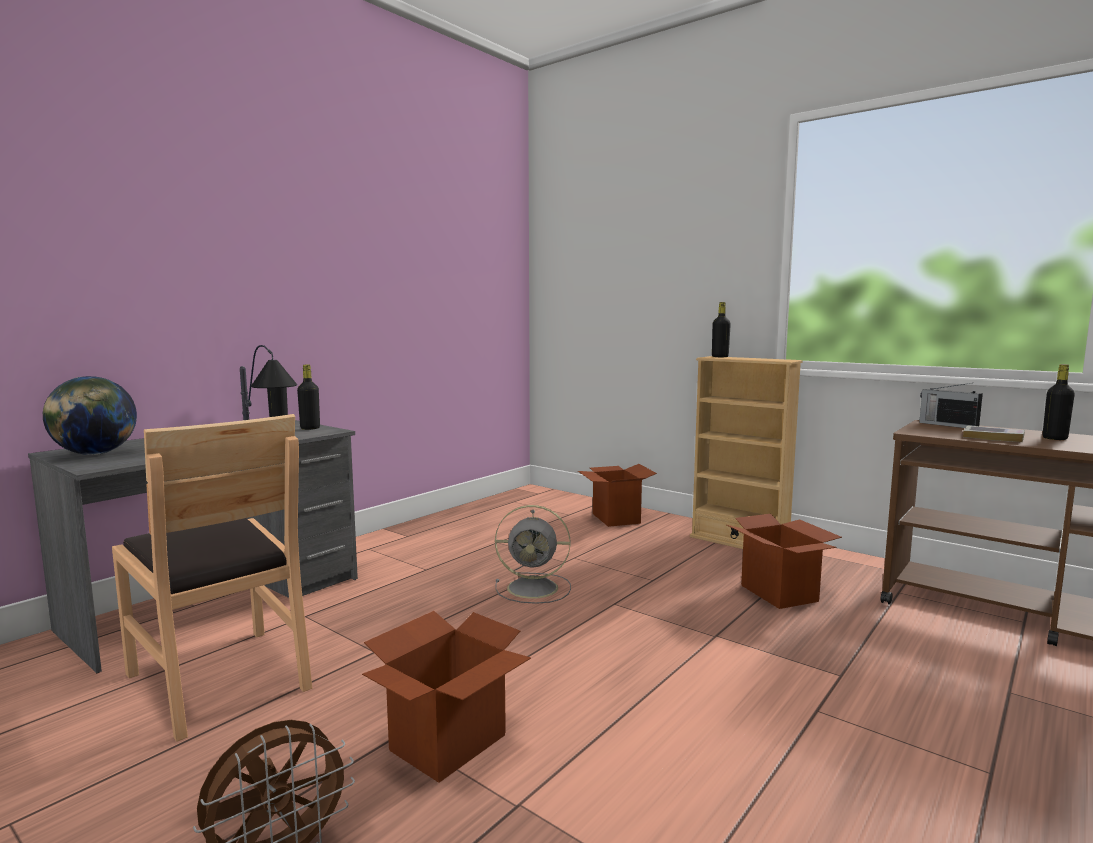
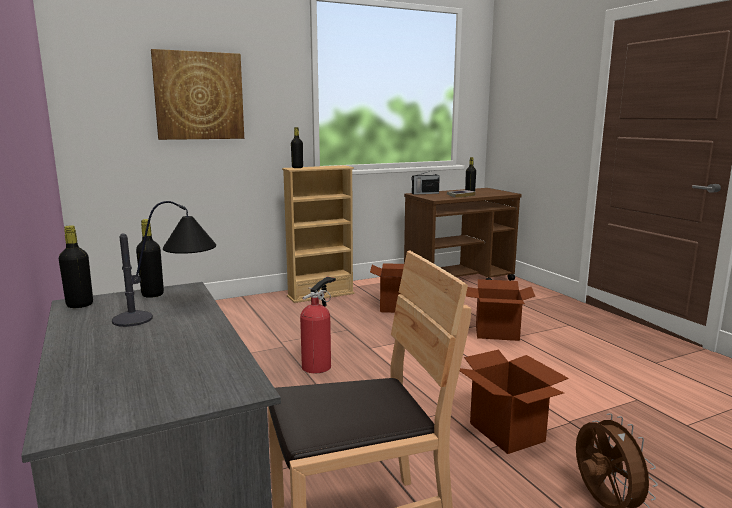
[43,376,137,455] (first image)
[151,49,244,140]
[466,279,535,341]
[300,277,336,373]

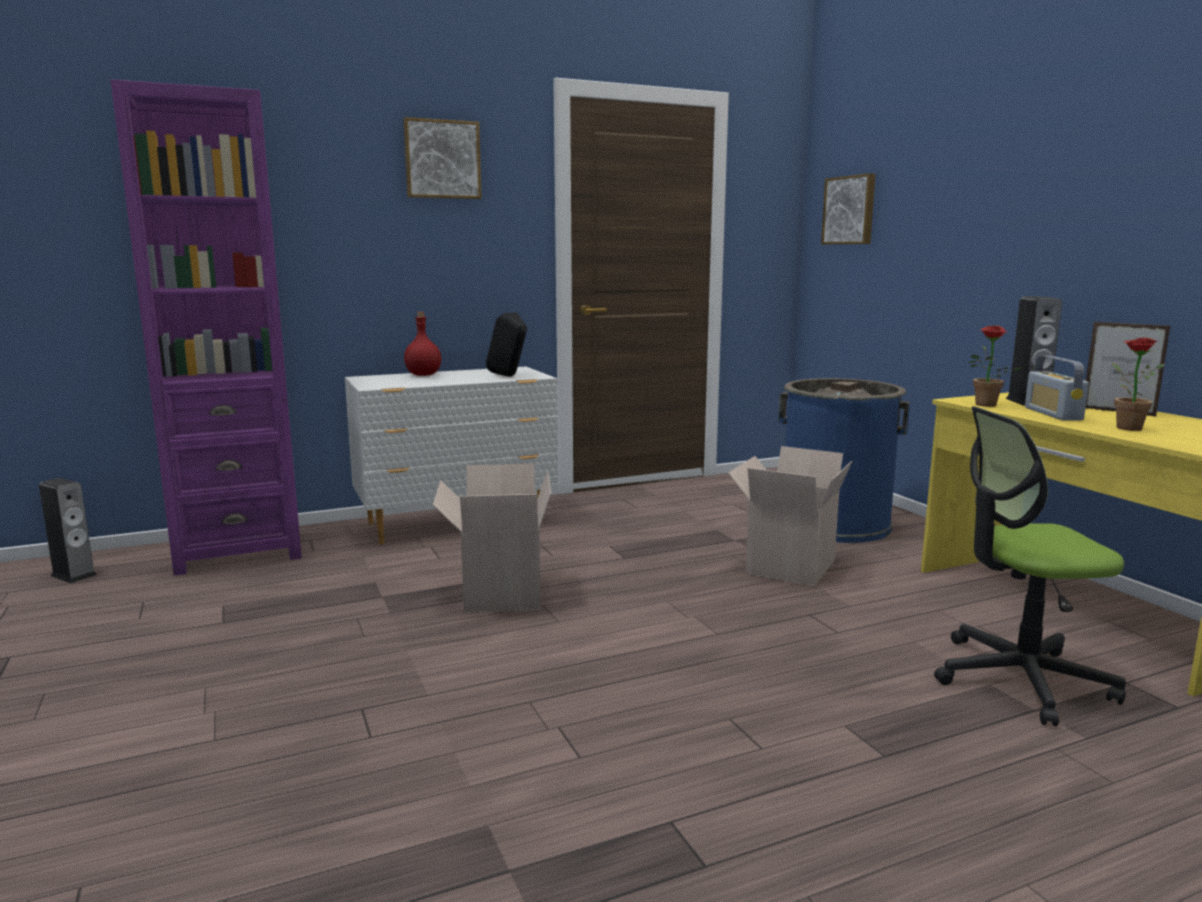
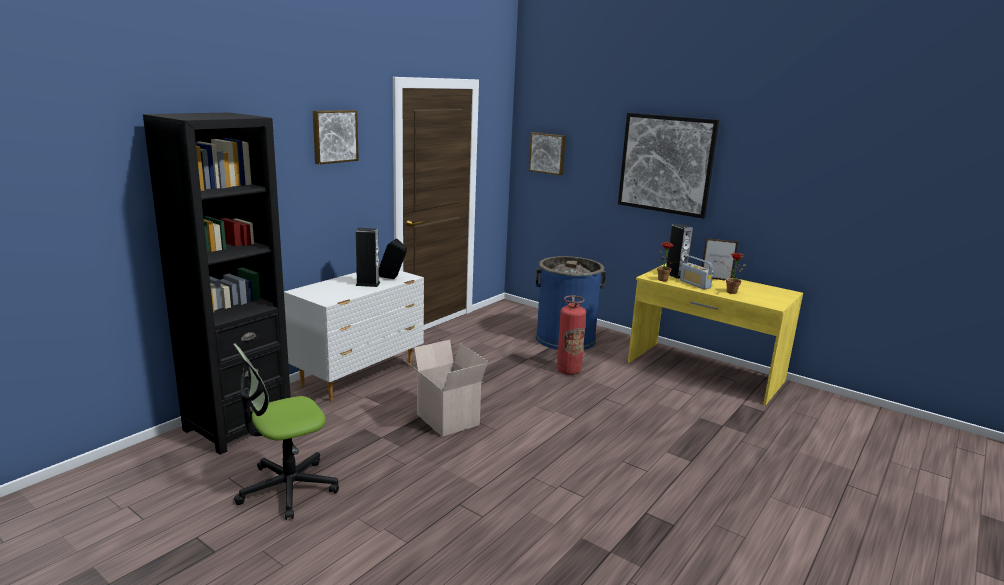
[404,312,441,376] (first image)
[618,113,719,219]
[355,228,381,287]
[233,343,339,520]
[557,295,586,375]
[143,112,291,455]

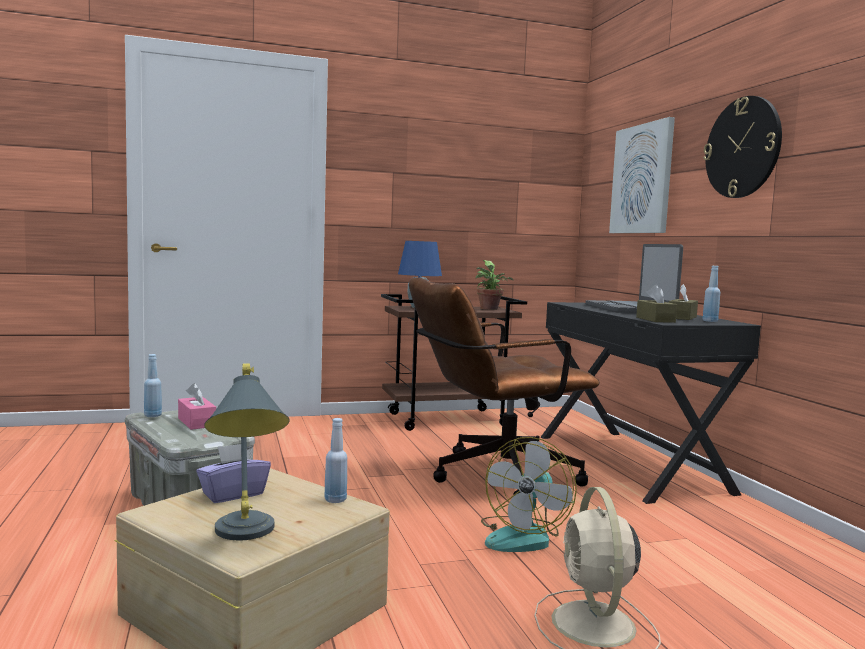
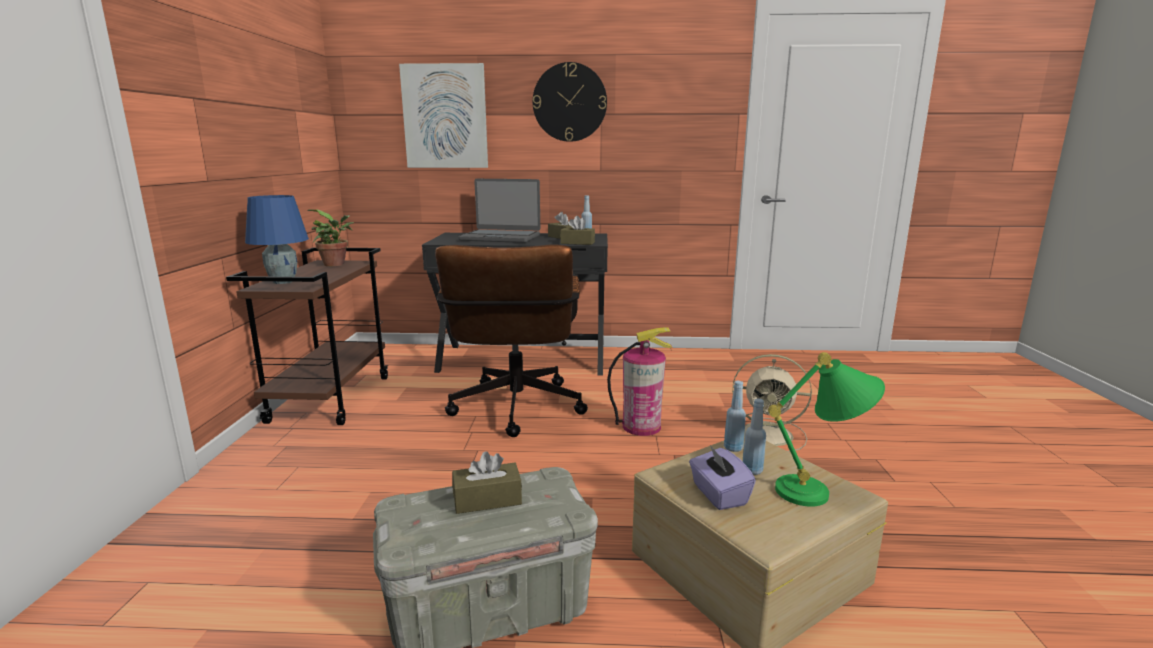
[743,399,766,475]
[607,327,673,436]
[452,451,522,514]
[768,352,885,507]

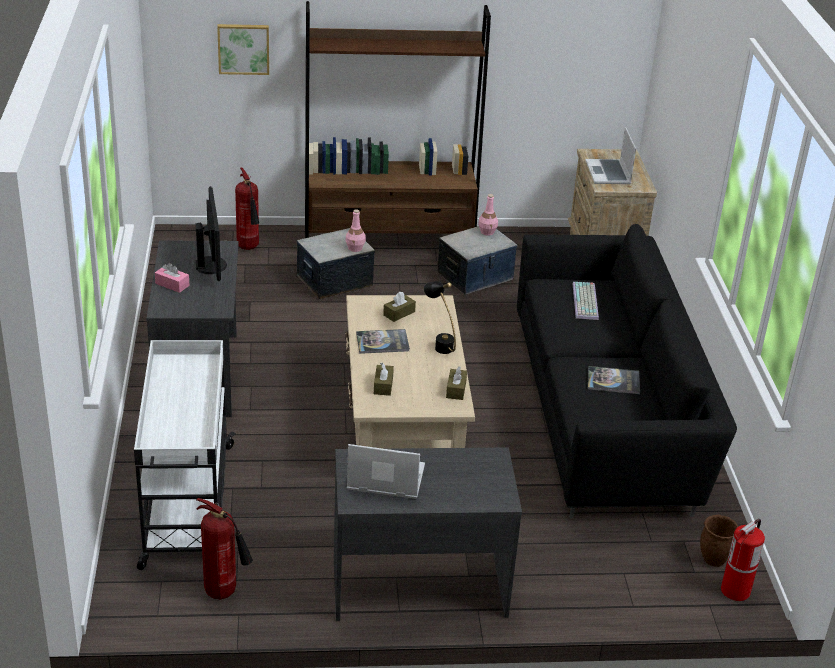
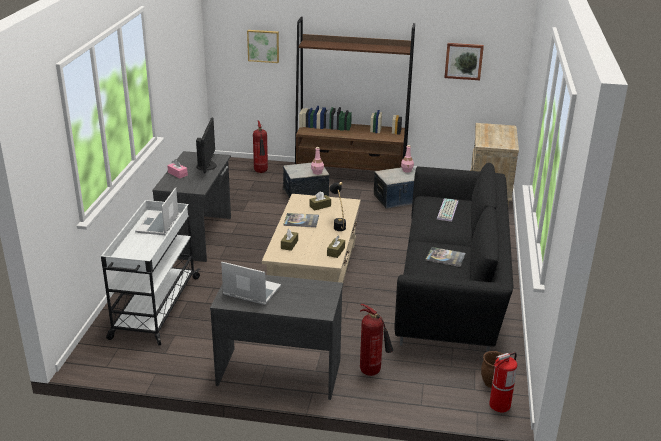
[444,43,484,80]
[360,304,393,376]
[135,187,179,235]

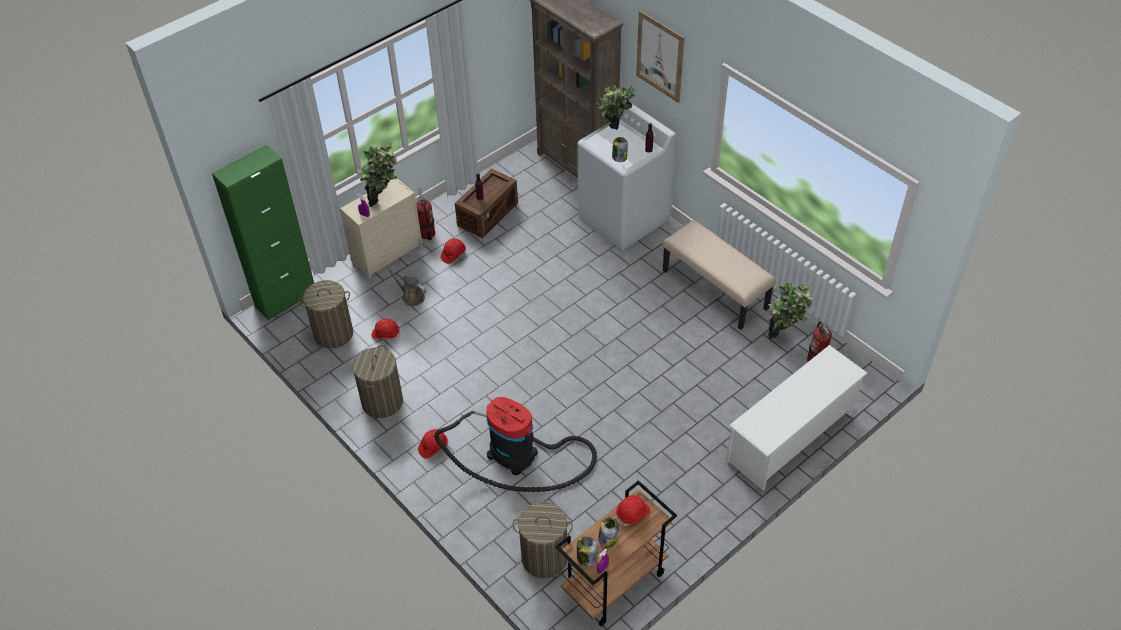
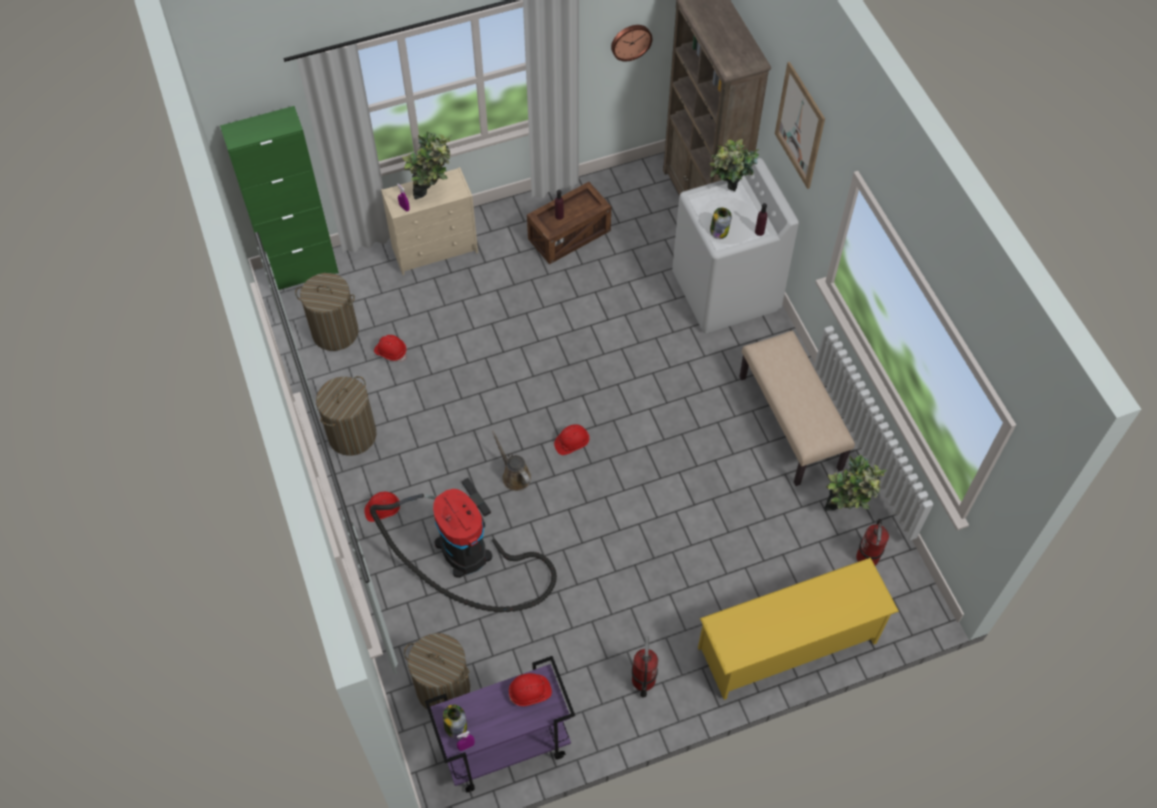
[598,517,619,547] (first image)
[611,25,652,61]
[491,431,531,491]
[632,636,658,698]
[554,424,590,455]
[425,656,575,793]
[698,558,899,700]

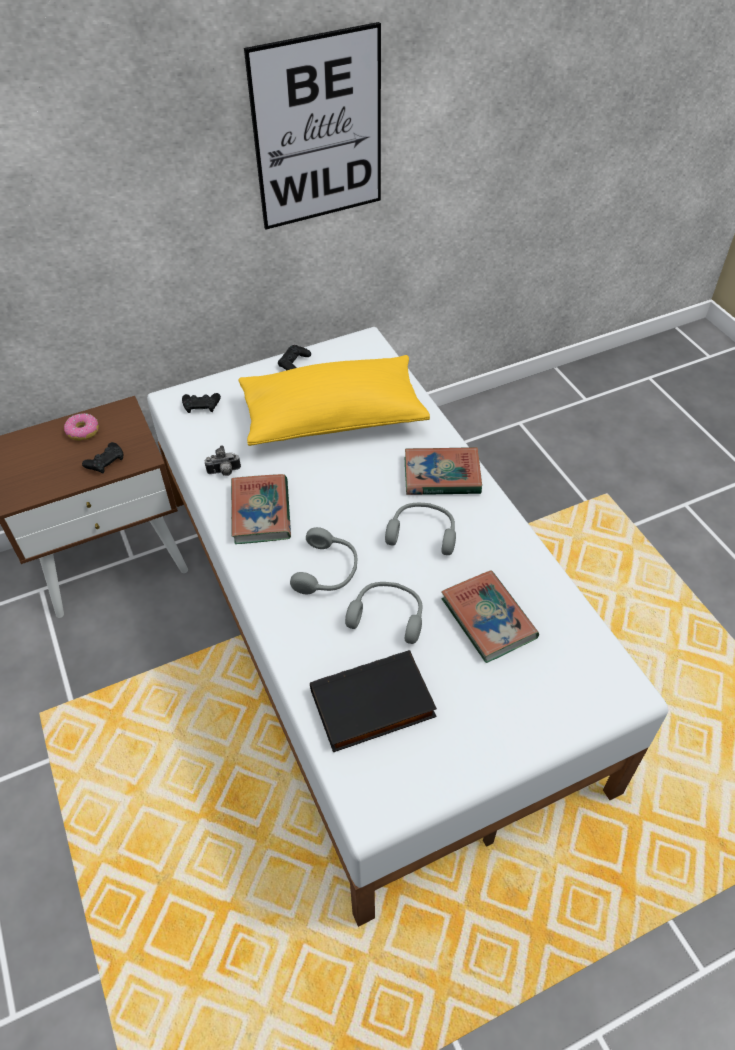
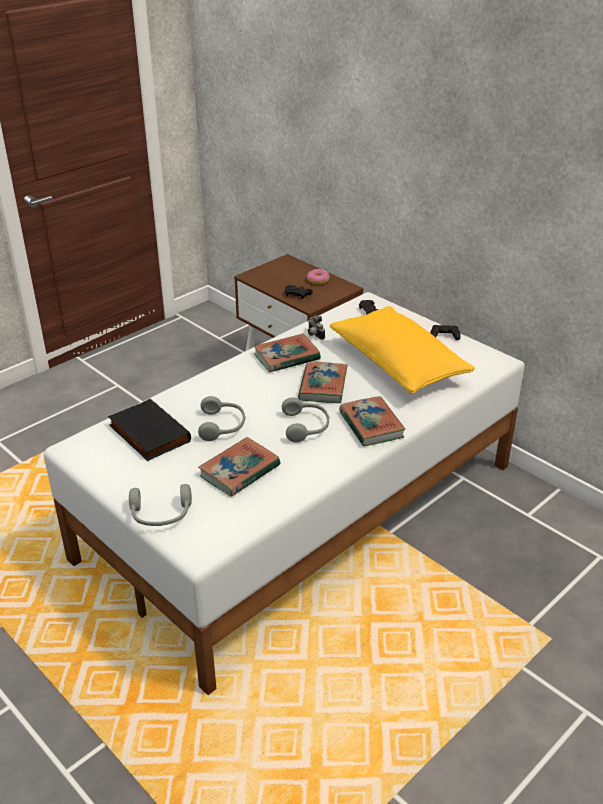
[244,22,381,229] (first image)
[298,362,348,403]
[129,484,192,526]

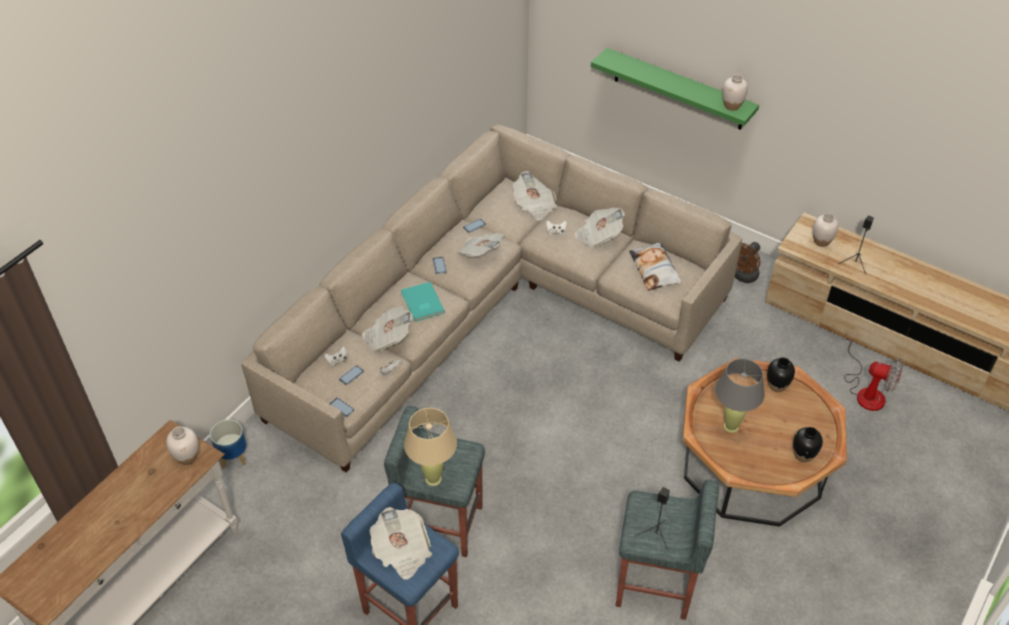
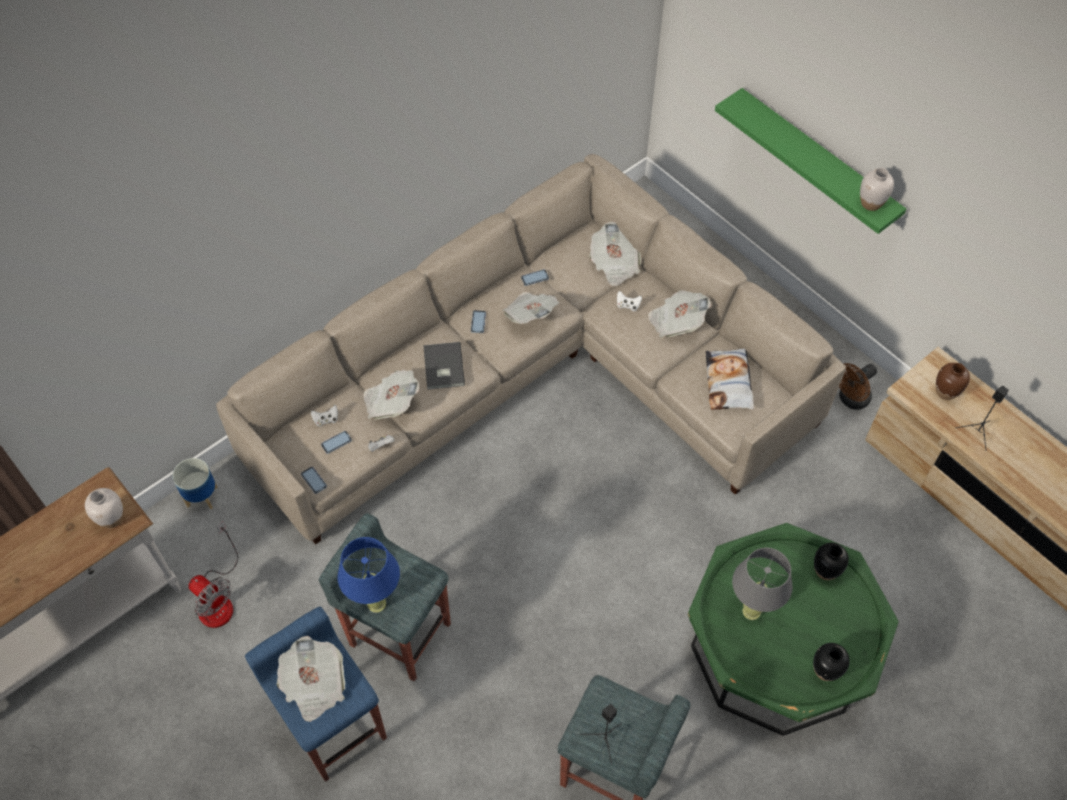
[188,522,238,628]
[423,342,465,390]
[338,537,400,613]
[688,523,899,736]
[936,363,970,400]

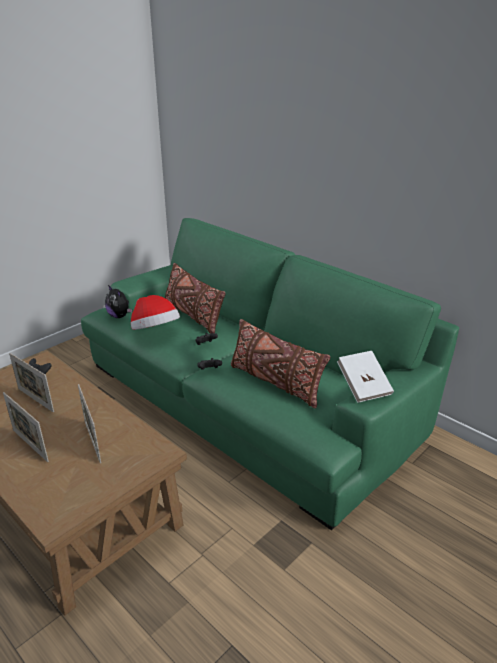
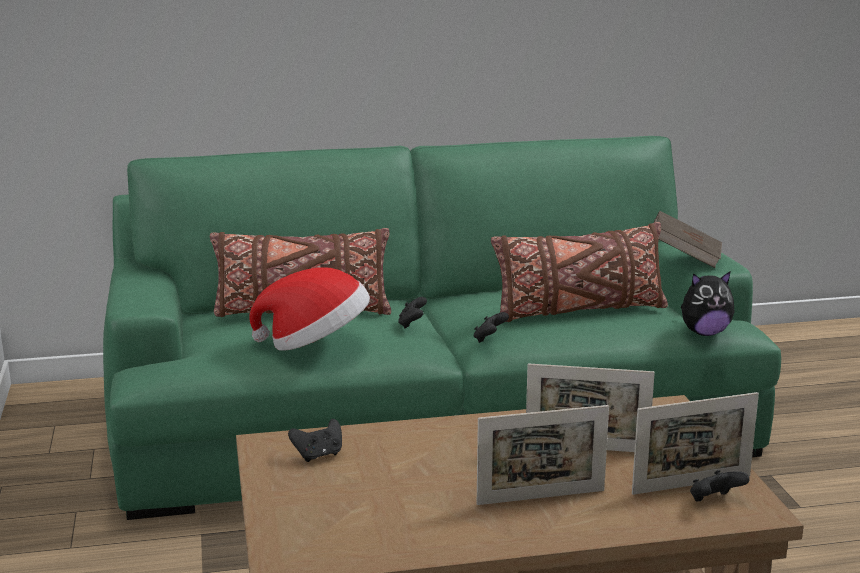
[690,470,749,501]
[632,392,759,495]
[681,271,735,336]
[654,211,722,268]

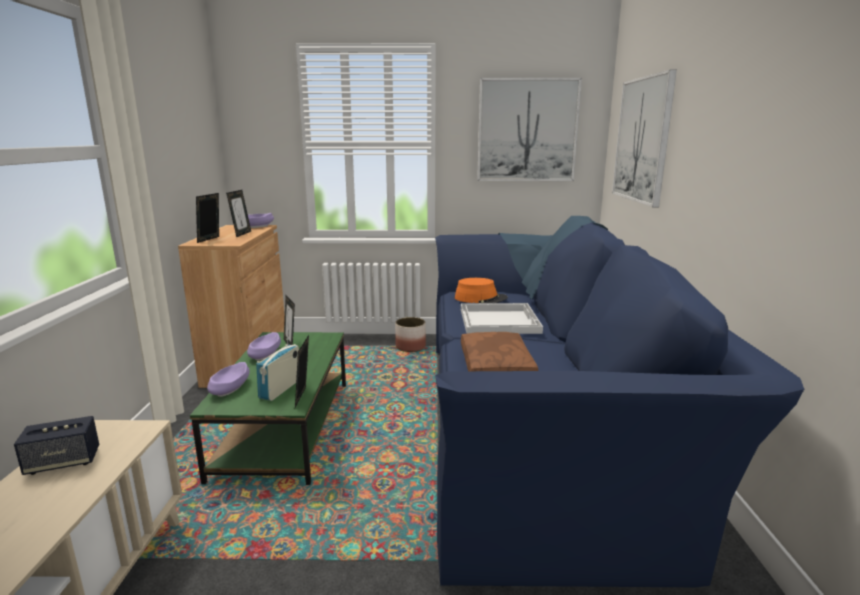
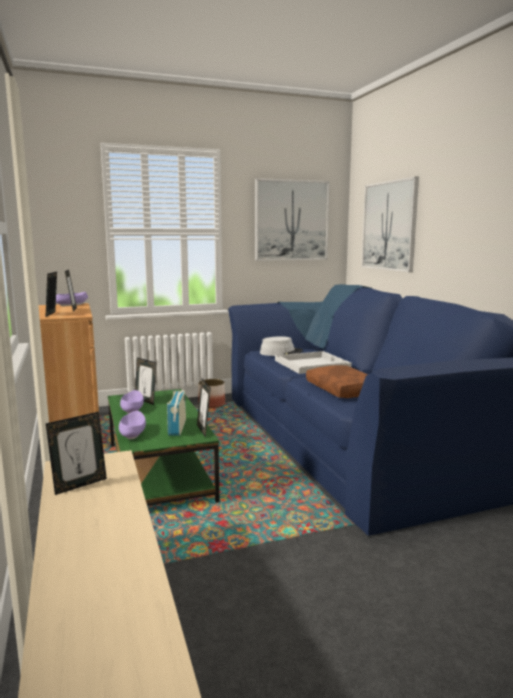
[46,412,107,495]
[260,336,303,356]

